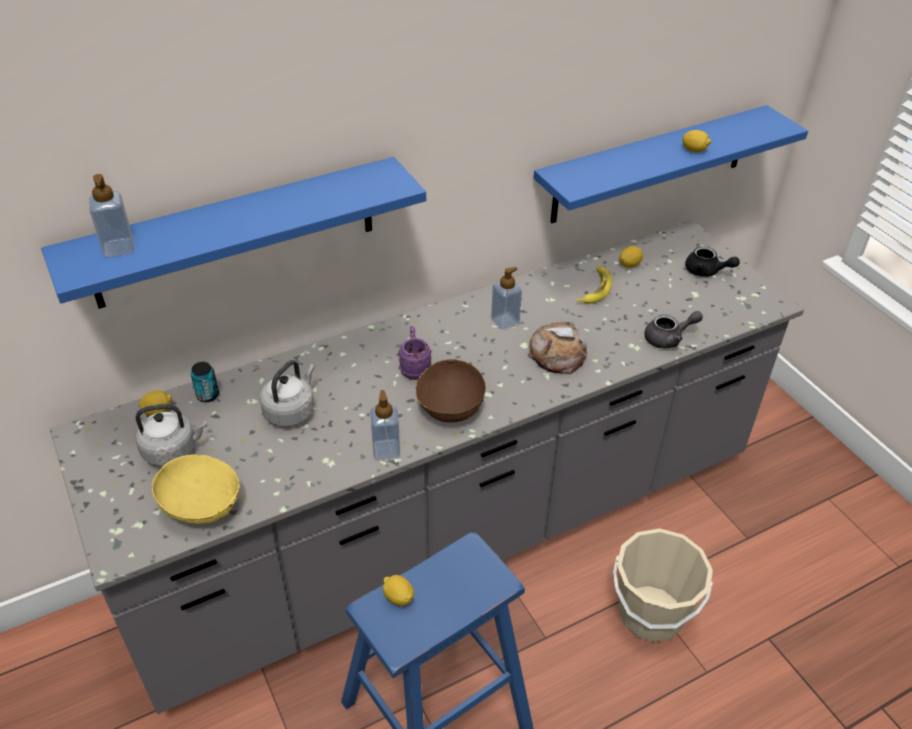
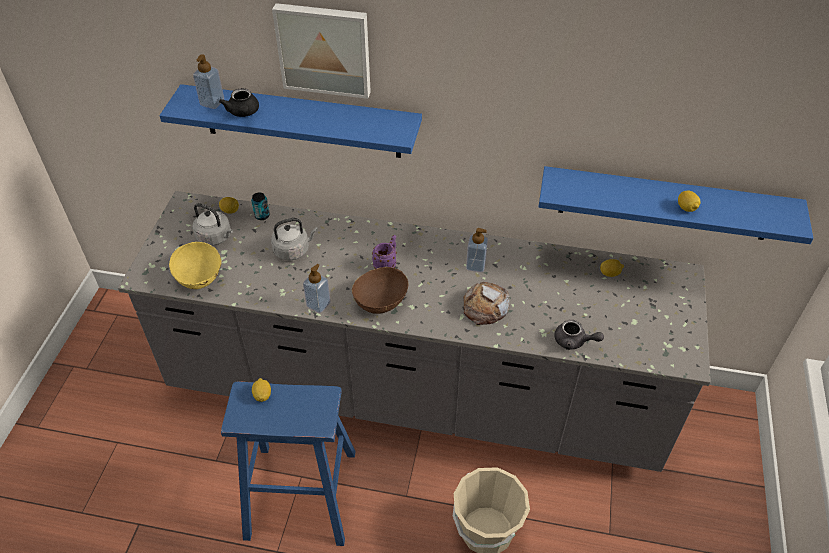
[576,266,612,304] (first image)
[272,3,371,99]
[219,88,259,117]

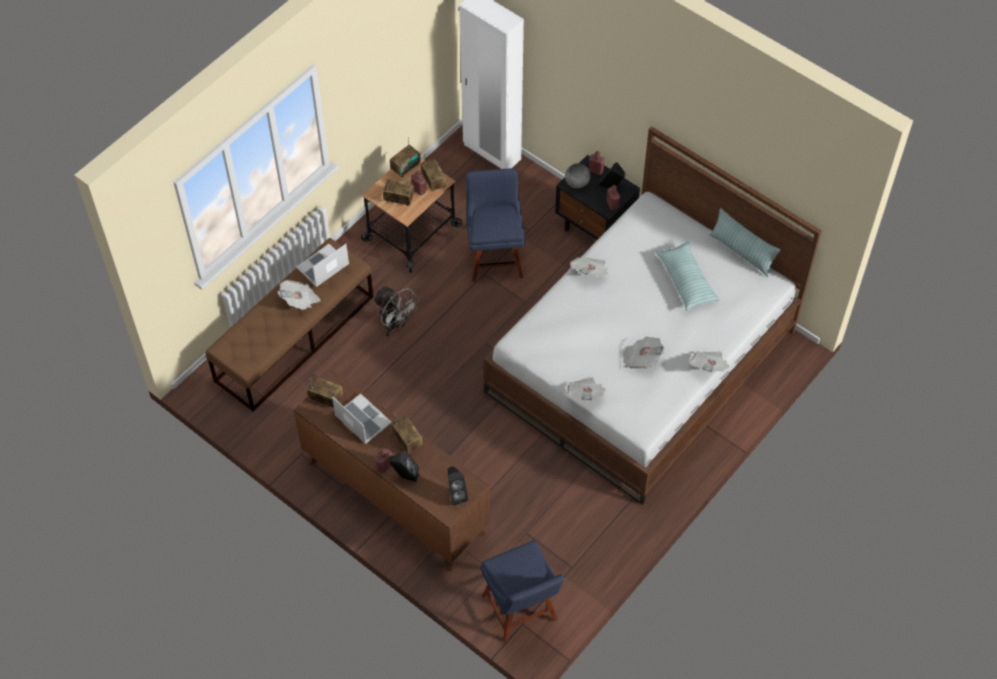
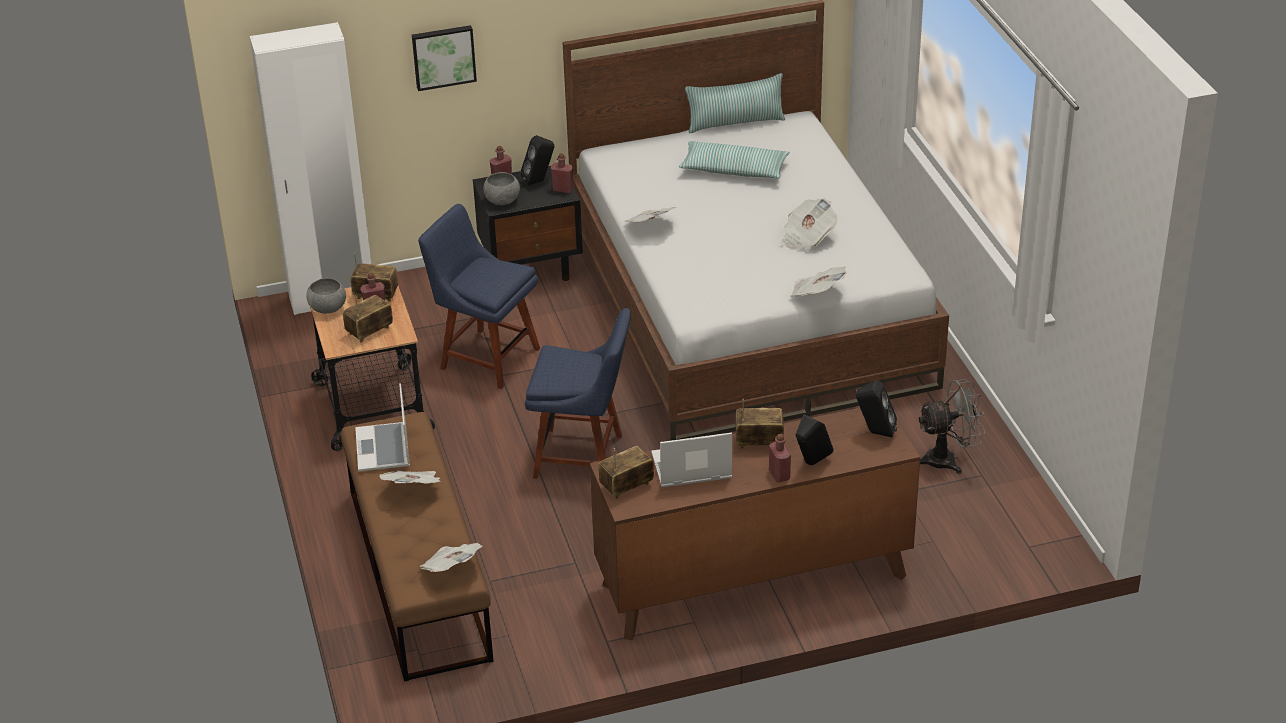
[412,25,477,91]
[918,379,985,474]
[525,308,631,479]
[419,543,482,572]
[306,278,346,314]

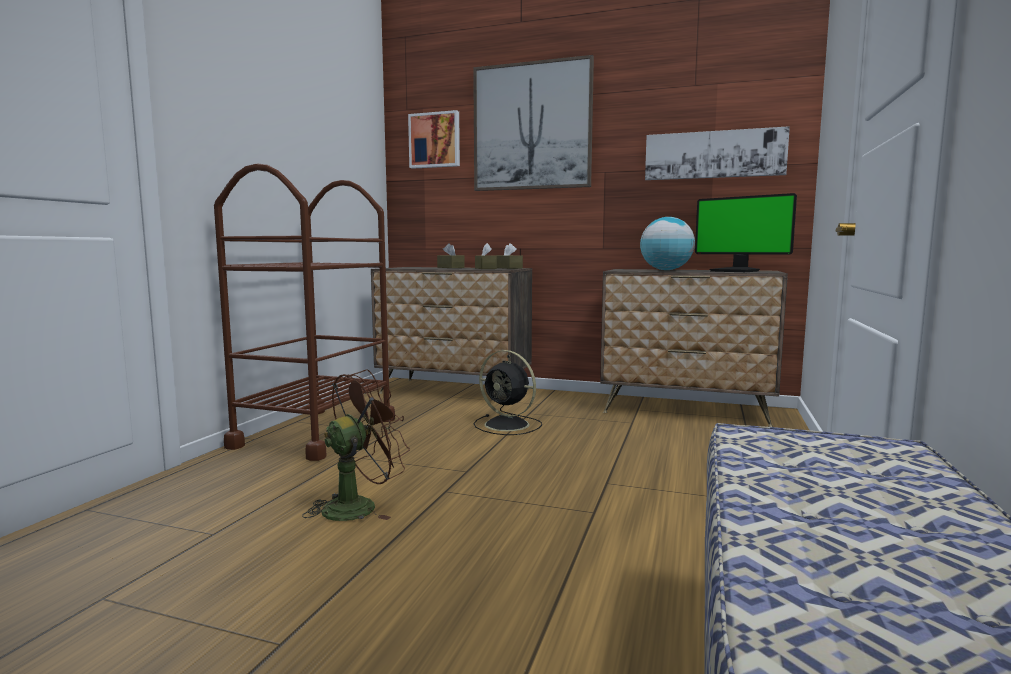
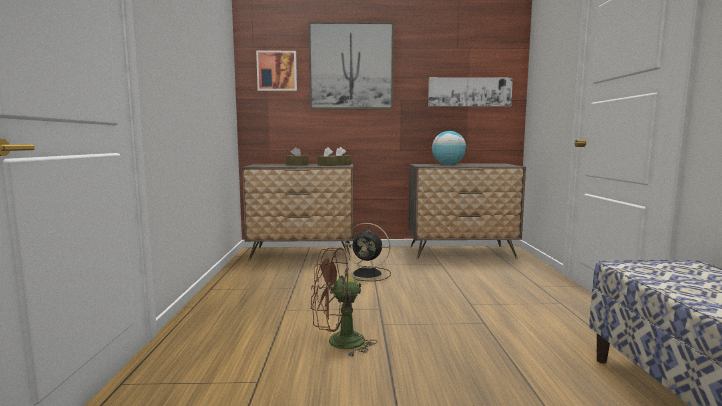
[214,163,395,461] (first image)
[695,193,797,272] (first image)
[311,247,377,357]

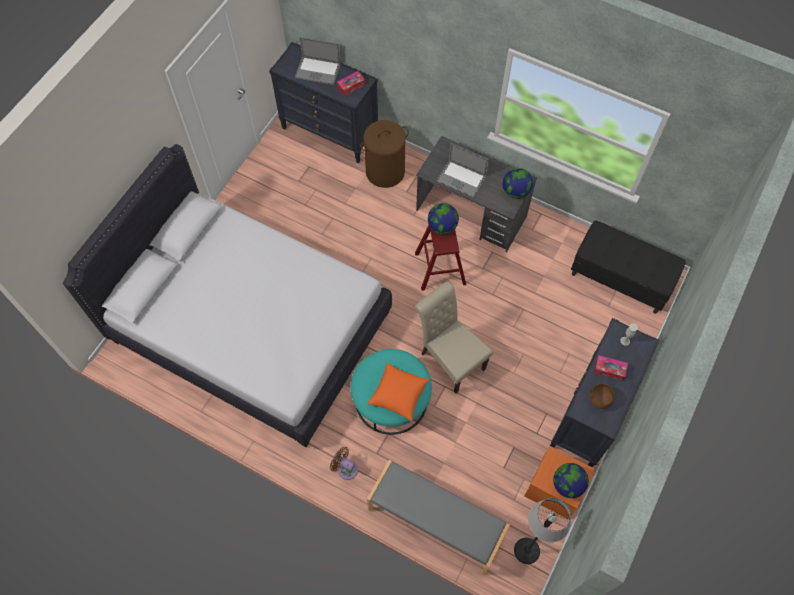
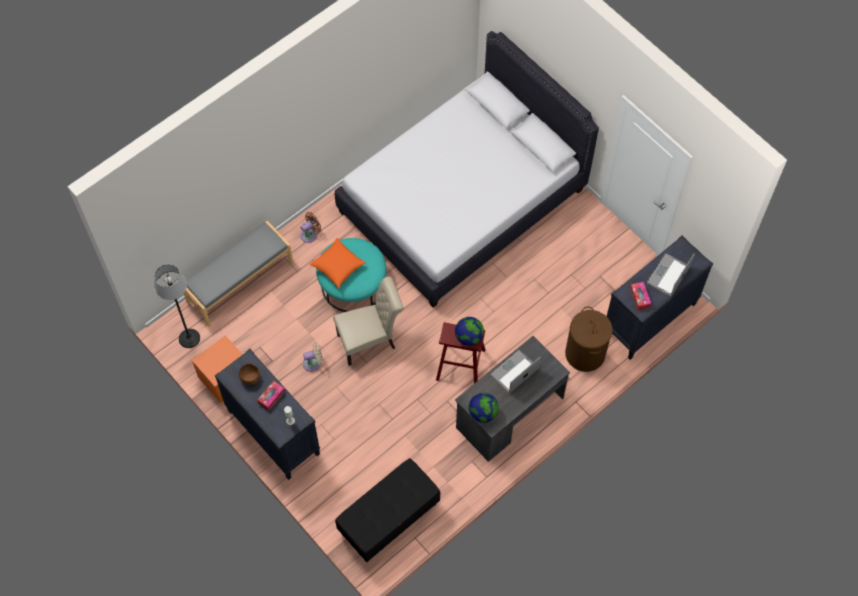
[553,463,589,498] (first image)
[303,342,323,372]

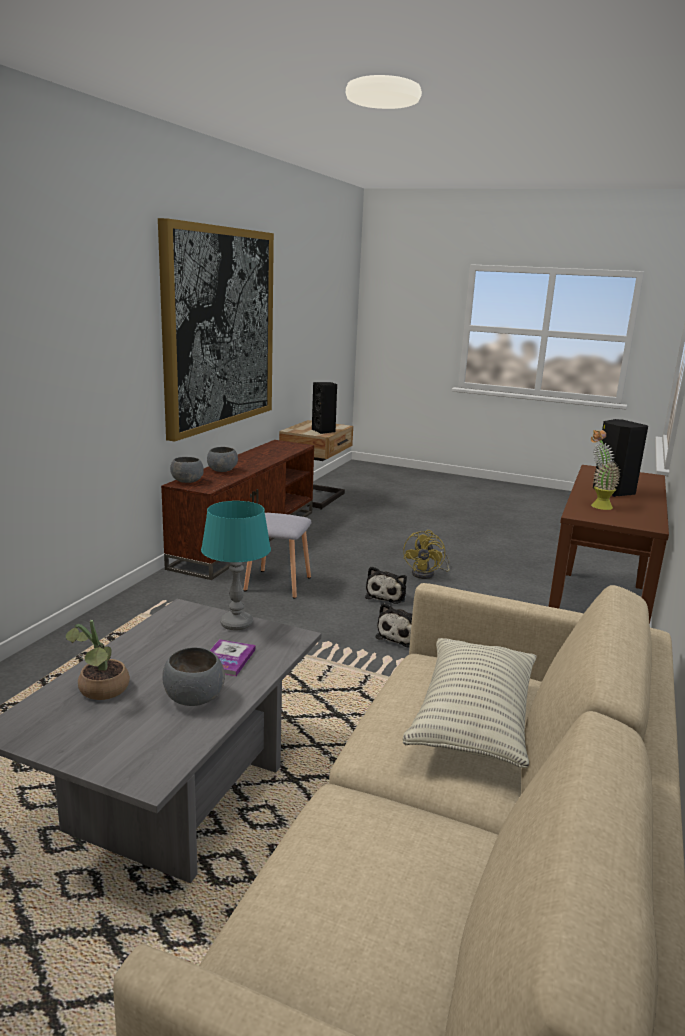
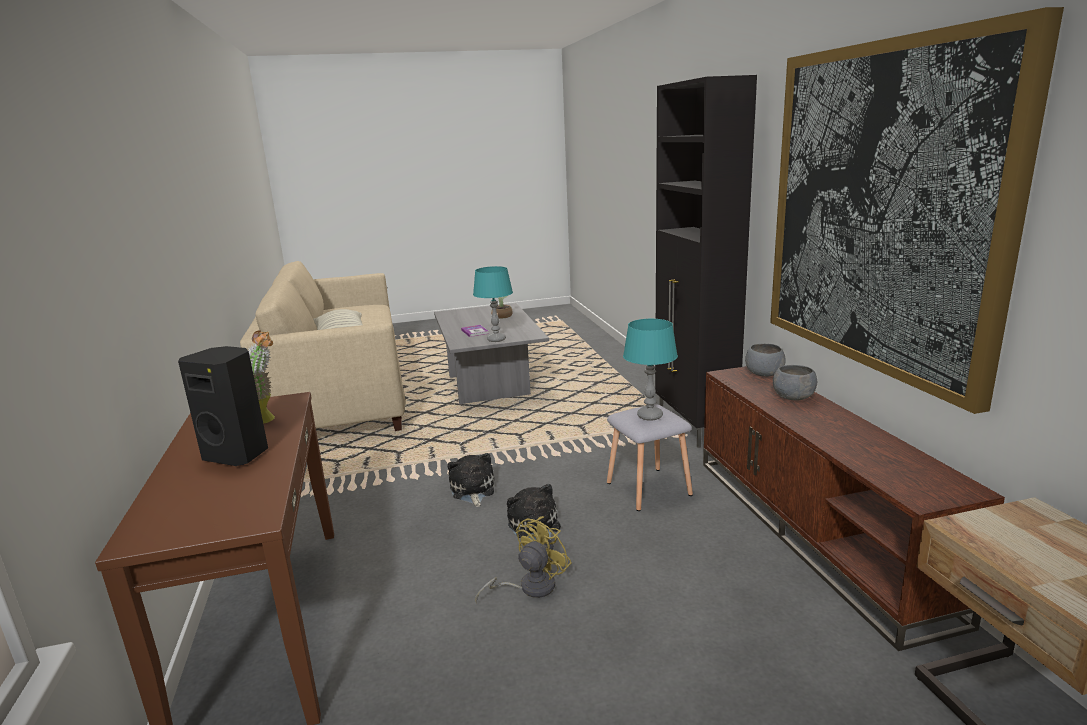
[162,647,225,706] (first image)
[312,382,337,434] (first image)
[623,319,678,420]
[655,75,757,448]
[475,516,571,603]

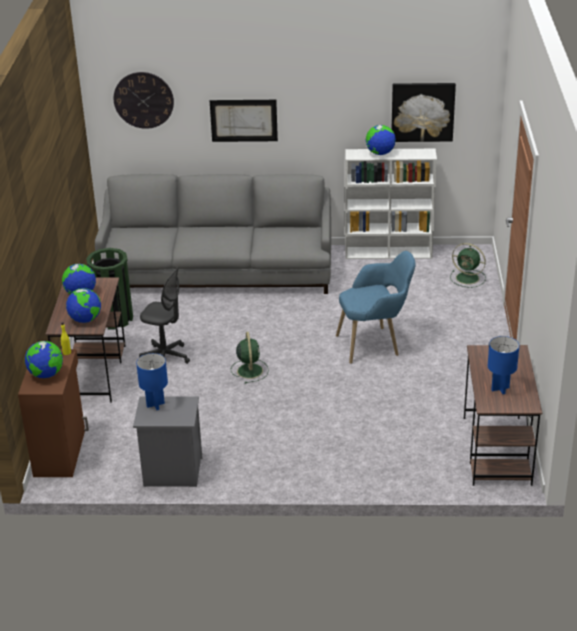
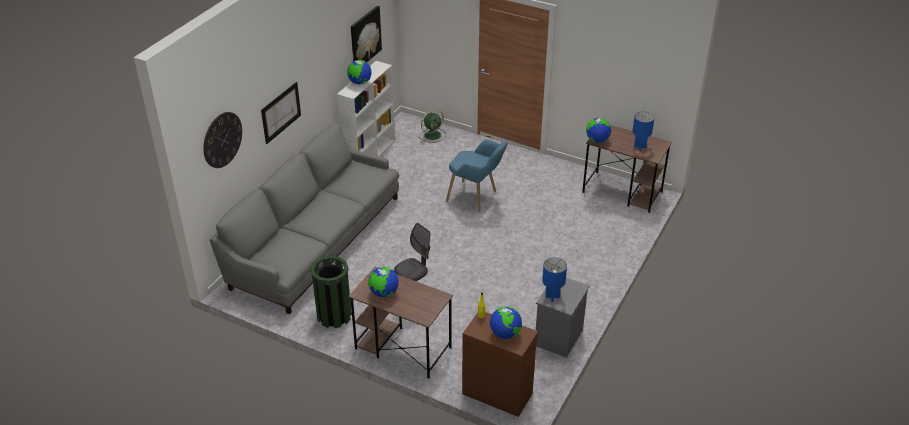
[231,332,269,383] (first image)
[586,118,611,143]
[446,140,508,213]

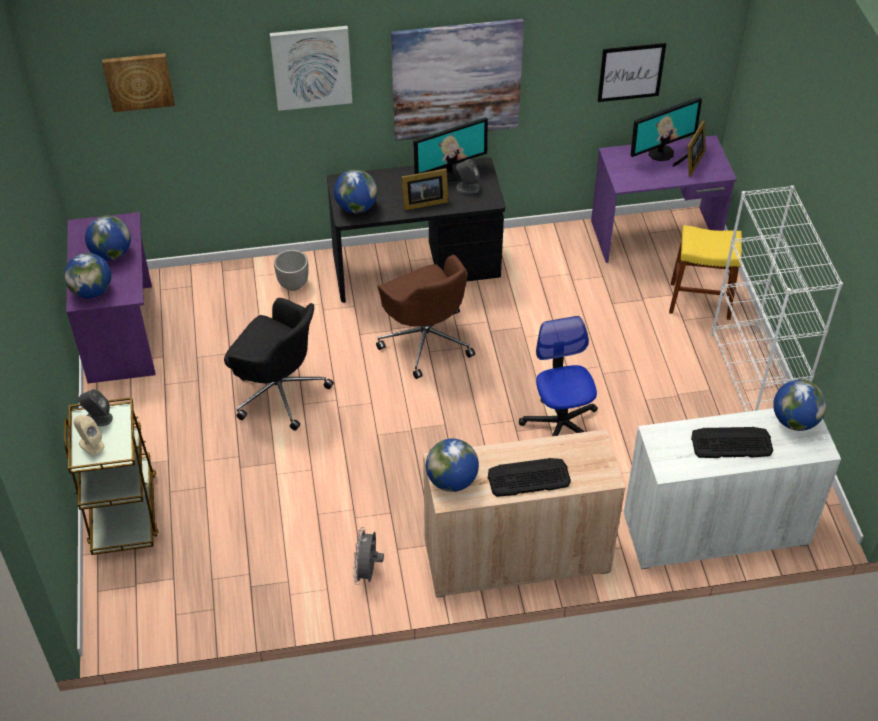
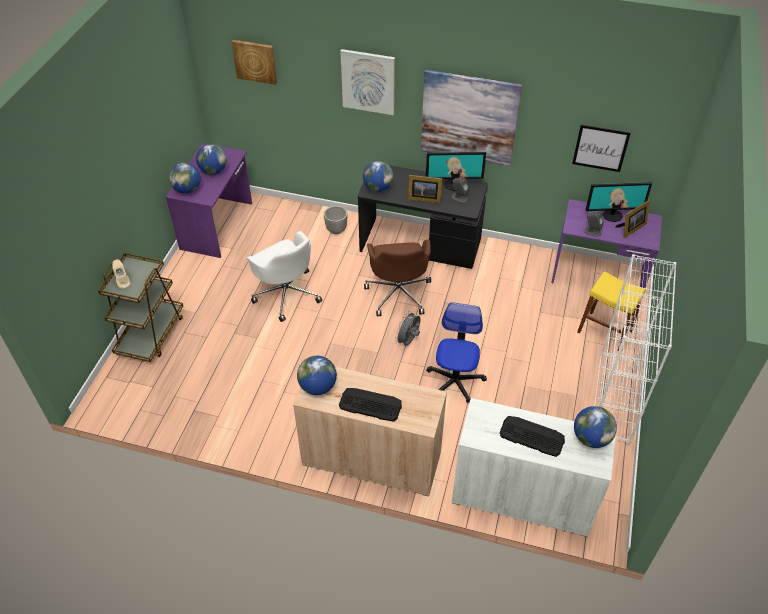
[584,211,604,237]
[395,311,421,346]
[247,231,322,322]

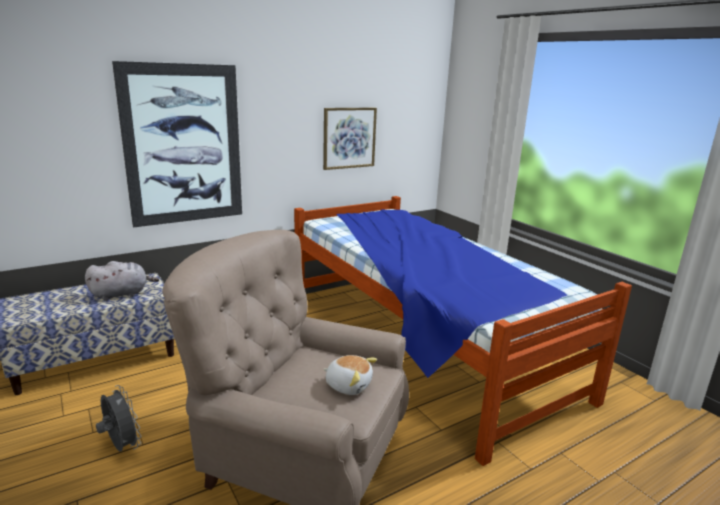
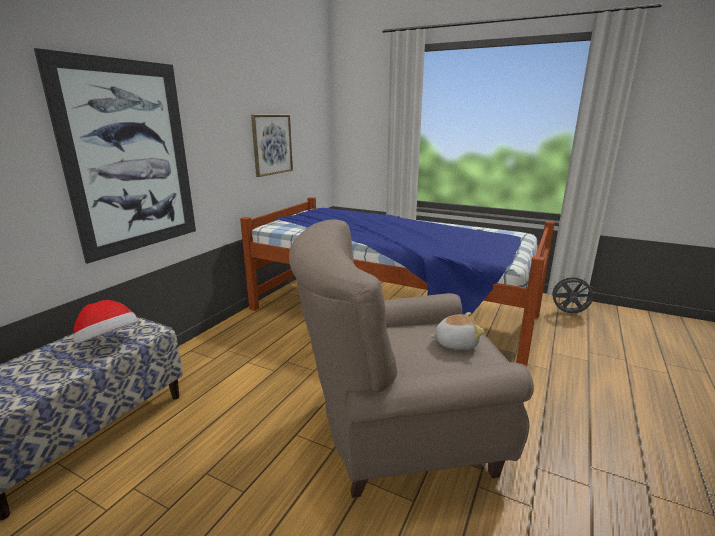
[549,274,595,313]
[73,300,138,344]

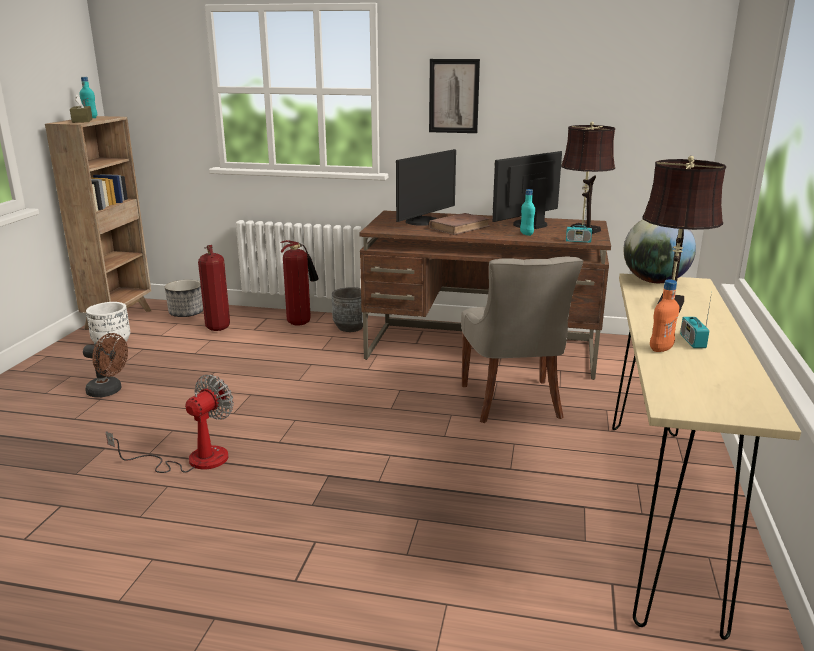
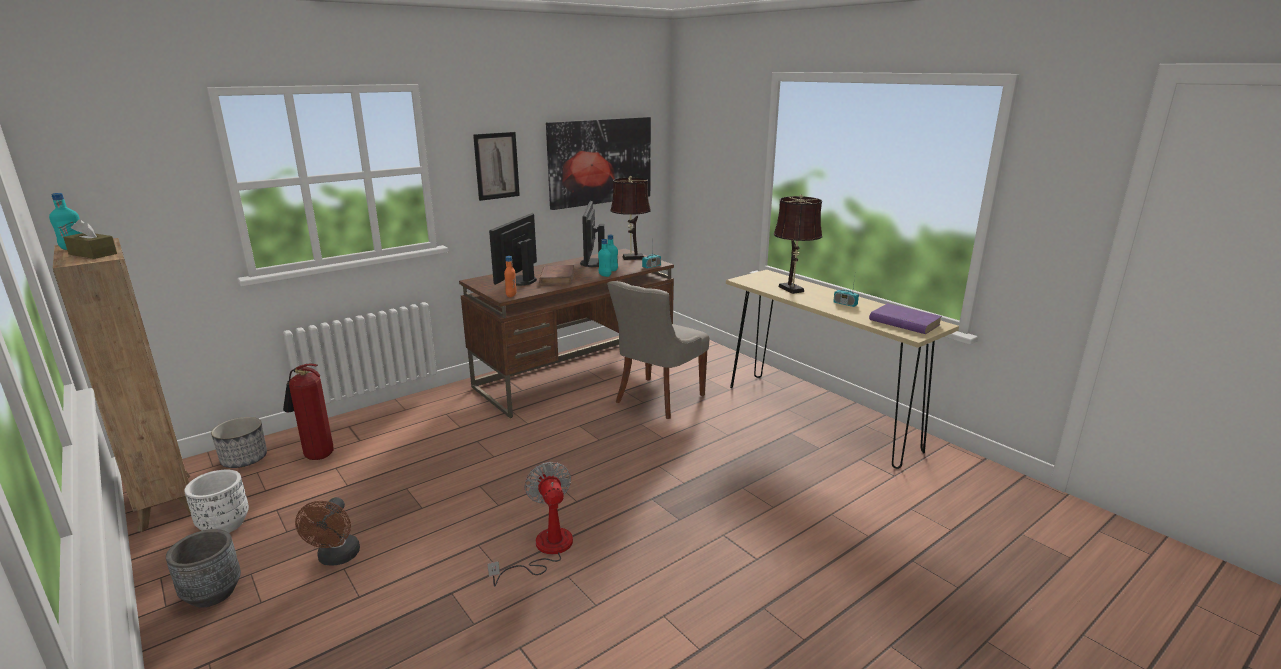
[280,240,319,326] (first image)
[624,219,696,283] (first image)
[546,117,651,210]
[598,239,611,277]
[869,303,942,334]
[166,529,241,608]
[504,256,517,297]
[295,497,360,566]
[489,213,537,286]
[607,281,709,419]

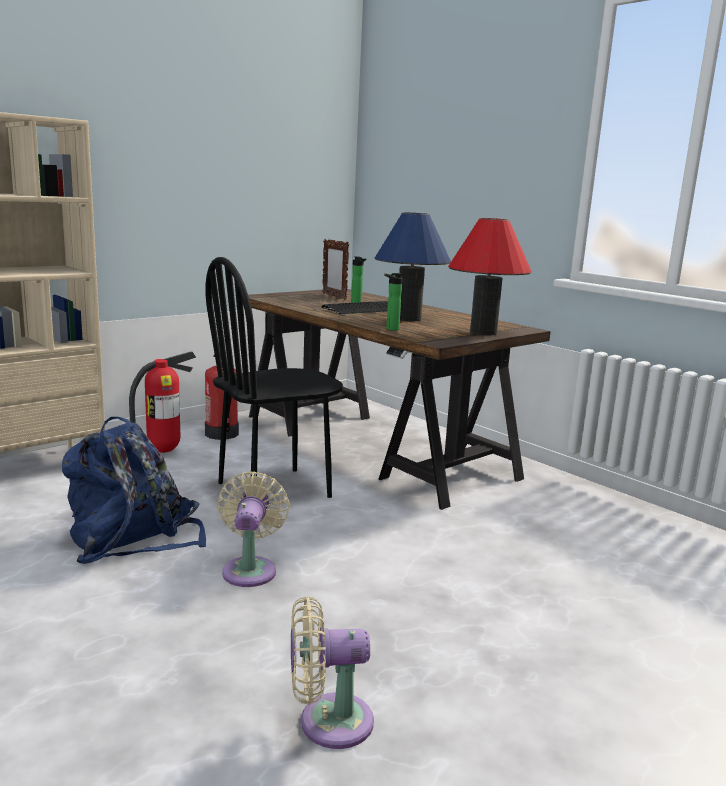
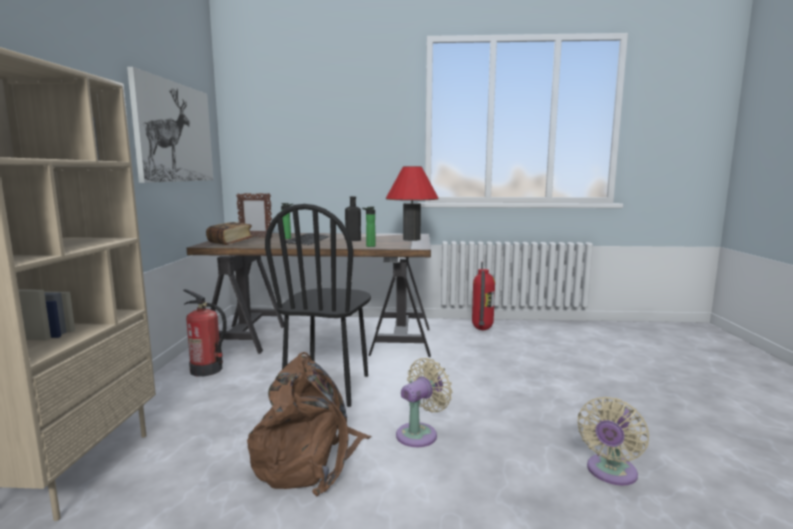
[127,67,213,183]
[206,222,254,245]
[472,262,495,330]
[345,196,361,241]
[247,352,372,496]
[396,358,453,447]

